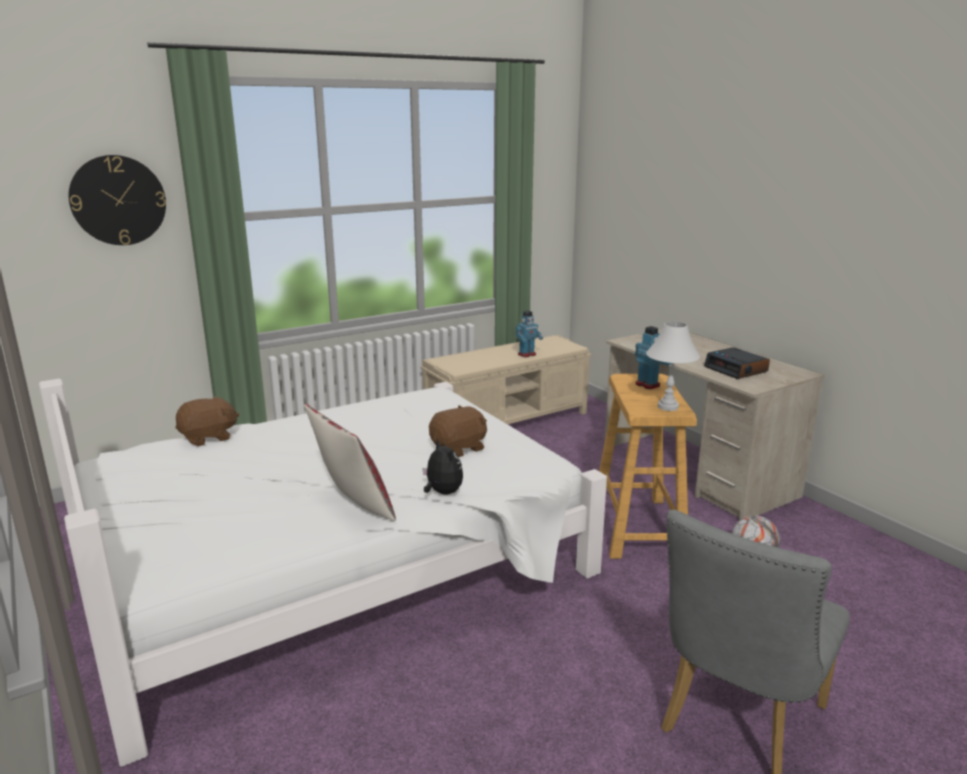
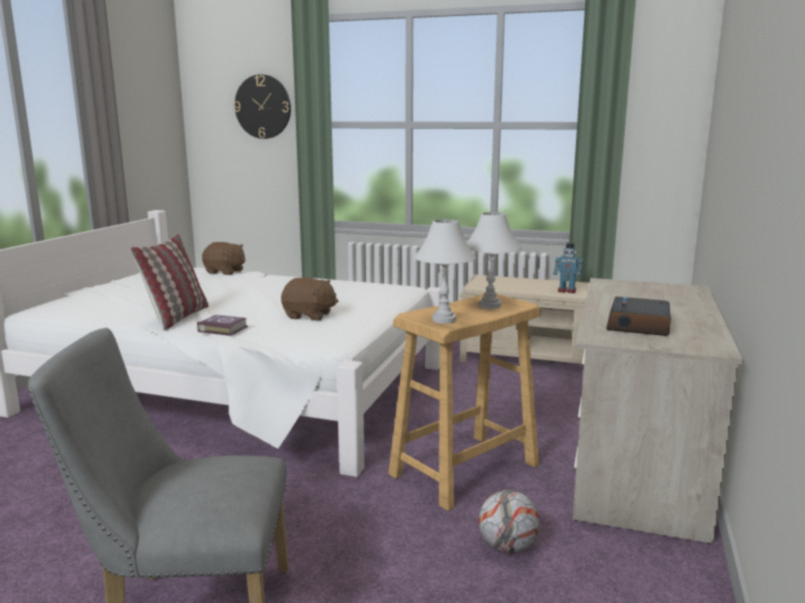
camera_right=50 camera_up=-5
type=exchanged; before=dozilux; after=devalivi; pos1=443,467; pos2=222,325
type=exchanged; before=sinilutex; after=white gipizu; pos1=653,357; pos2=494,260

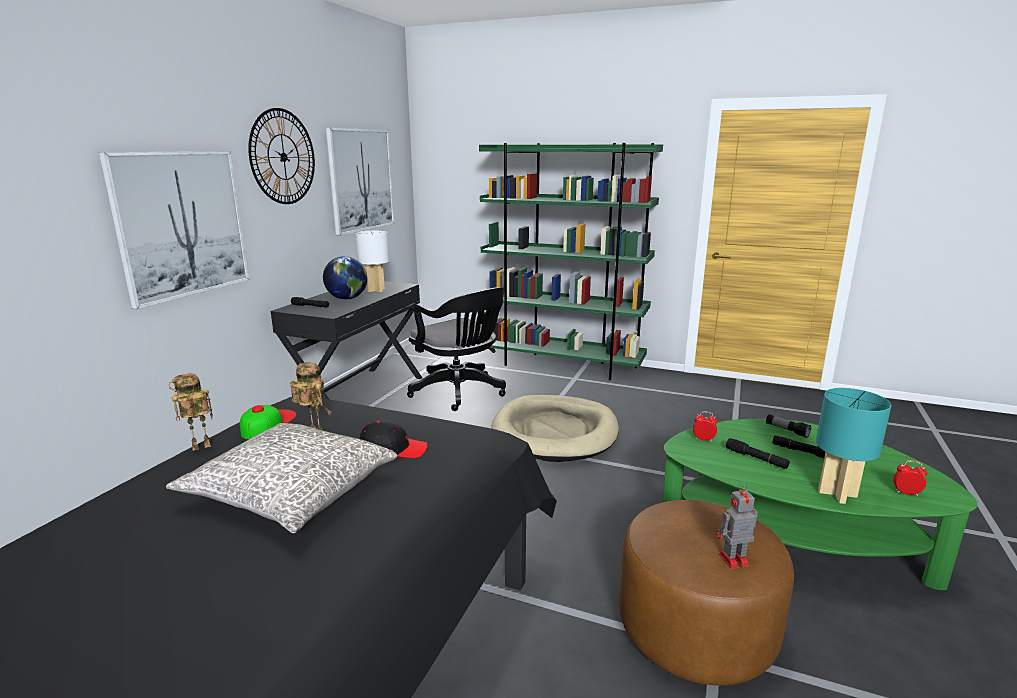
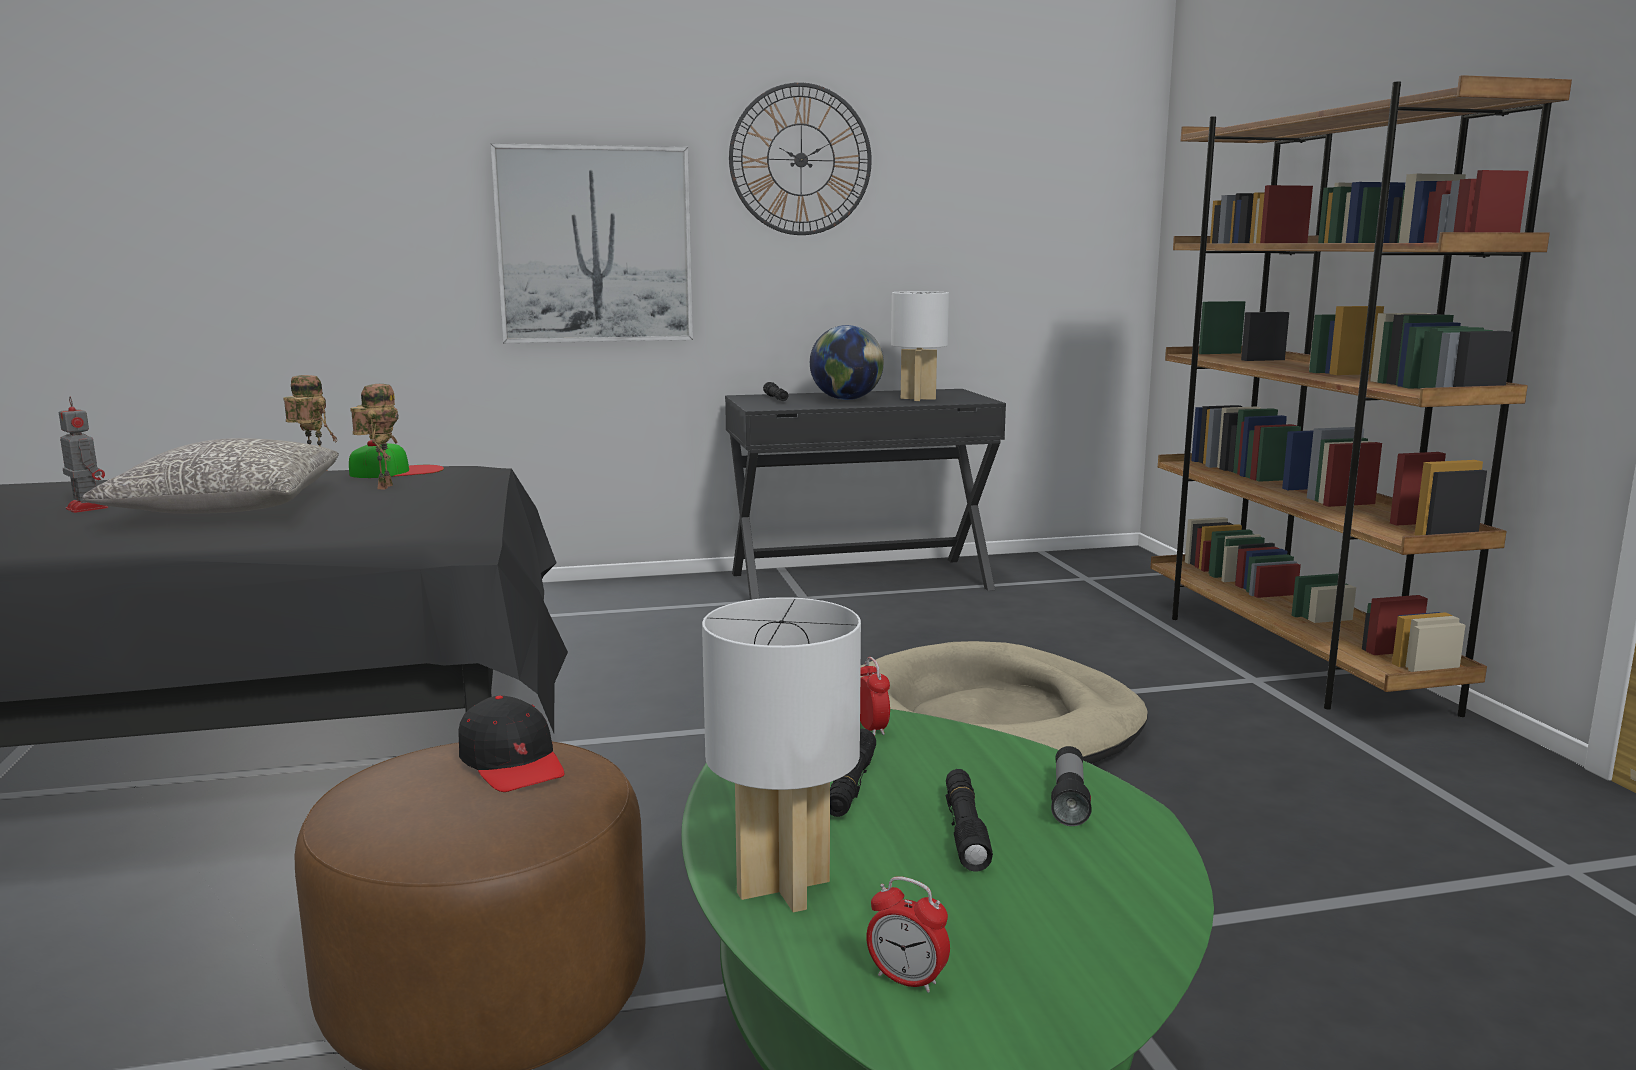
camera_right=55 camera_up=-5
type=missing; before=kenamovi; pos1=360,182
type=missing; before=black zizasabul; pos1=456,349
type=relocated; before=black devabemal; pos1=394,439; pos2=512,744
type=relocated; before=sinilutex; pos1=737,527; pos2=83,455
type=colour; before=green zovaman; after=brown zovaman; pos1=571,261; pos2=1361,396
type=colour; before=turquoise gipizu; after=white gipizu; pos1=853,446; pos2=781,754
type=spun; before=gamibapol; pos1=910,478; pos2=908,934; turn=135

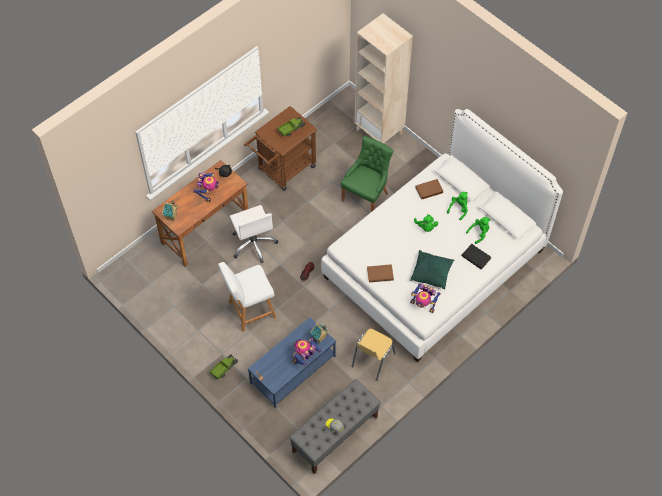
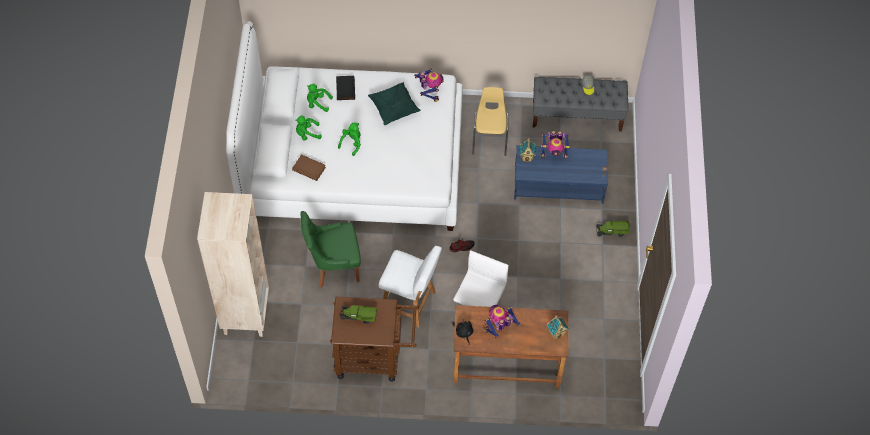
camera_right=-135 camera_up=0
type=missing; before=brown devalivi; pos1=380,273
type=relocated; before=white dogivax; pos1=247,297; pos2=410,287
type=spun; before=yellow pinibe; pos1=374,355; pos2=490,121; turn=-75

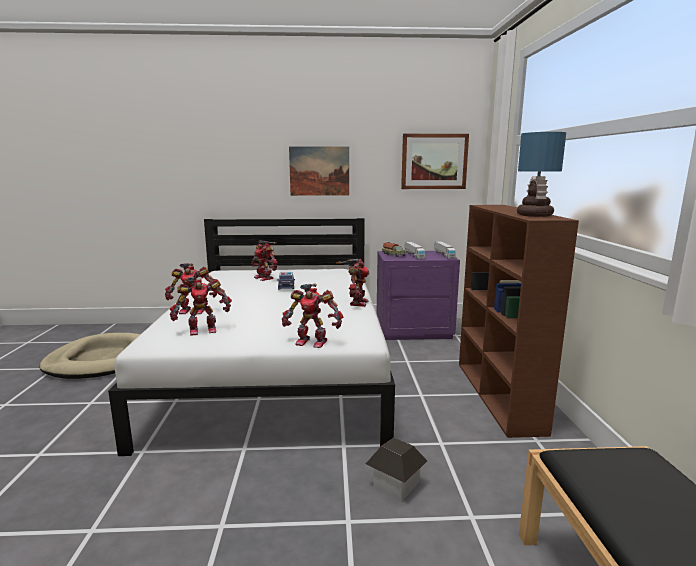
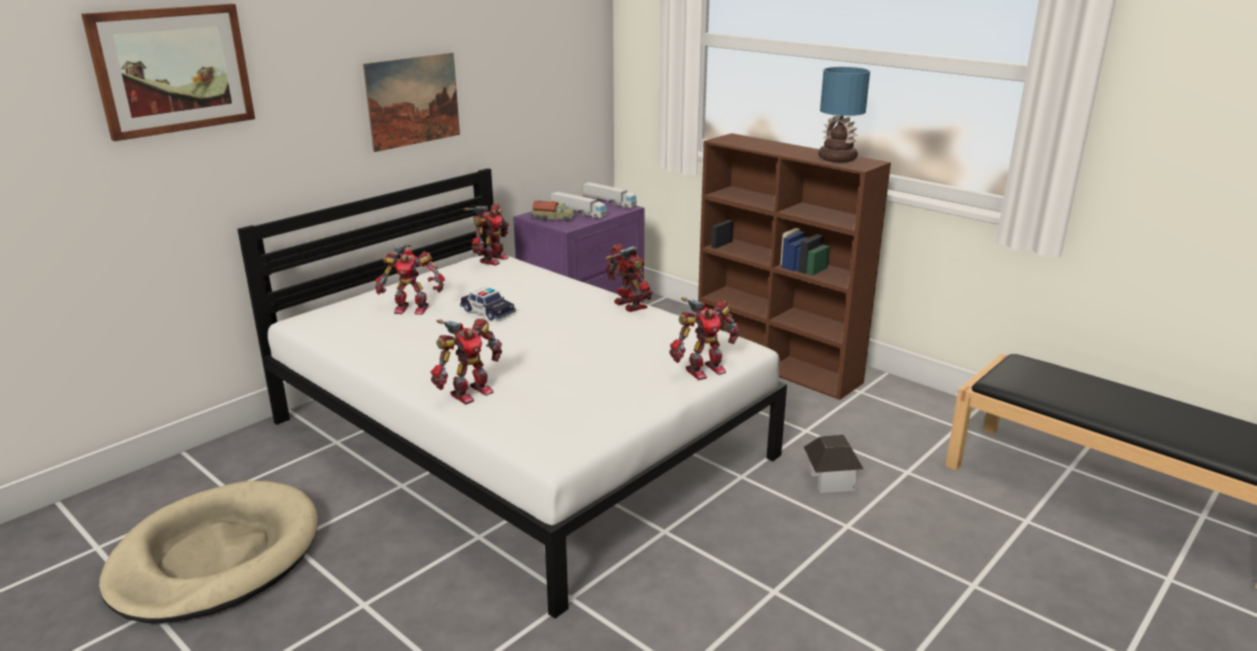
camera_right=-45 camera_up=10
type=relocated; before=sinilutex; pos1=201,306; pos2=486,235
type=relocated; before=kenamovi; pos1=435,161; pos2=168,72

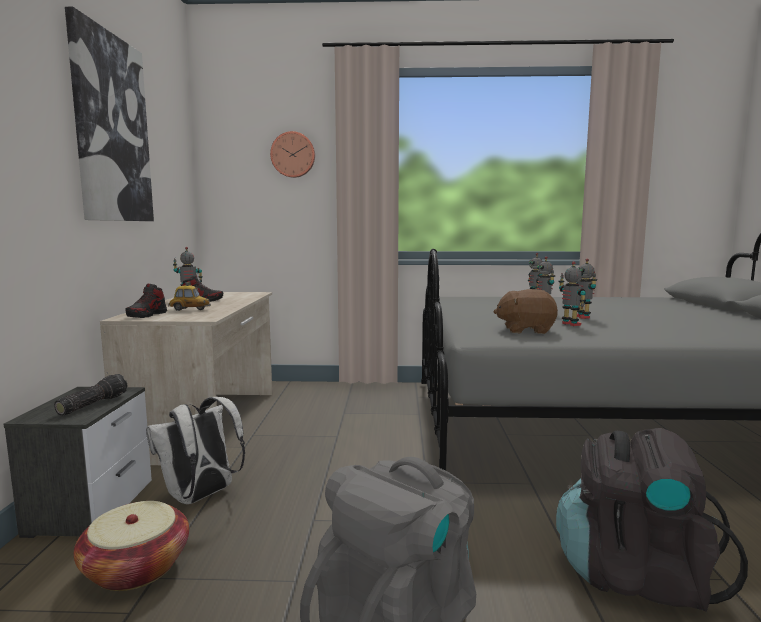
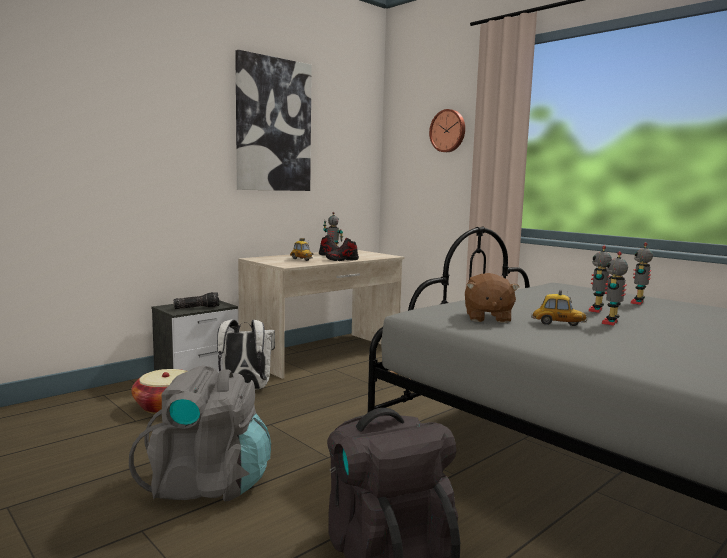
camera_right=45 camera_up=0
type=relocated; before=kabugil; pos1=146,301; pos2=342,249
type=exchanged; before=sinilutex; after=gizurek; pos1=572,293; pos2=559,308
type=spun; before=brown dozilux; pos1=525,311; pos2=492,298; turn=-135

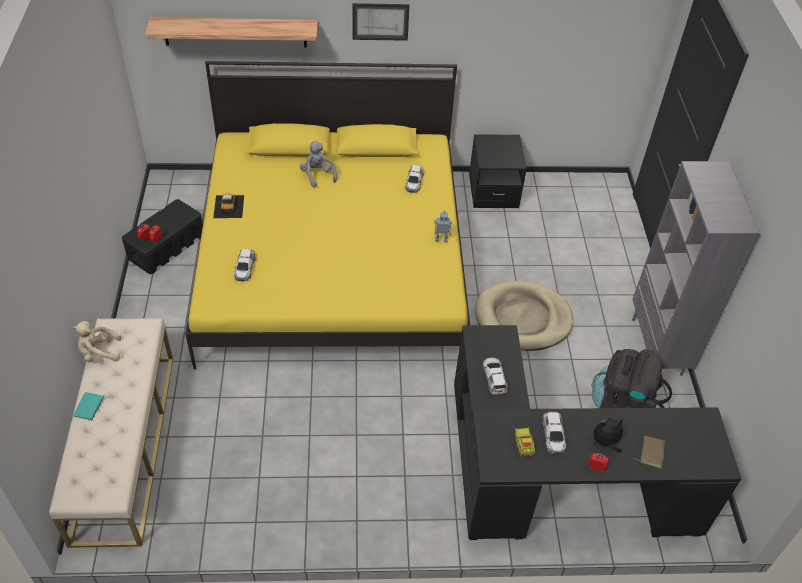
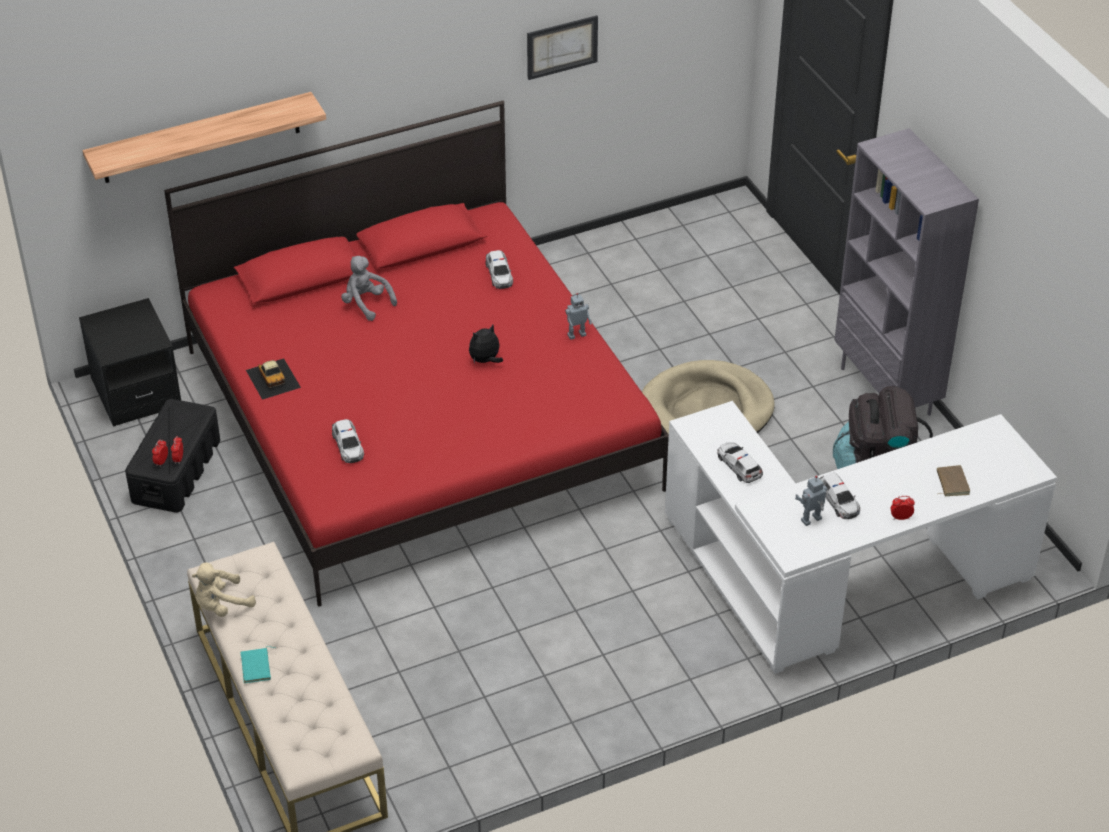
camera_right=-20 camera_up=-5
type=relocated; before=kenamovi; pos1=381,22; pos2=562,47
type=relocated; before=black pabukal; pos1=498,171; pos2=130,362
type=relocated; before=dozilux; pos1=608,435; pos2=486,344
type=exchanged; before=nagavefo; after=sinilutex; pos1=525,442; pos2=811,501
type=colour; before=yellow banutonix; after=red banutonix; pos1=327,215; pos2=416,353
type=colour; before=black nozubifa; after=white nozubifa; pos1=597,432; pos2=861,537

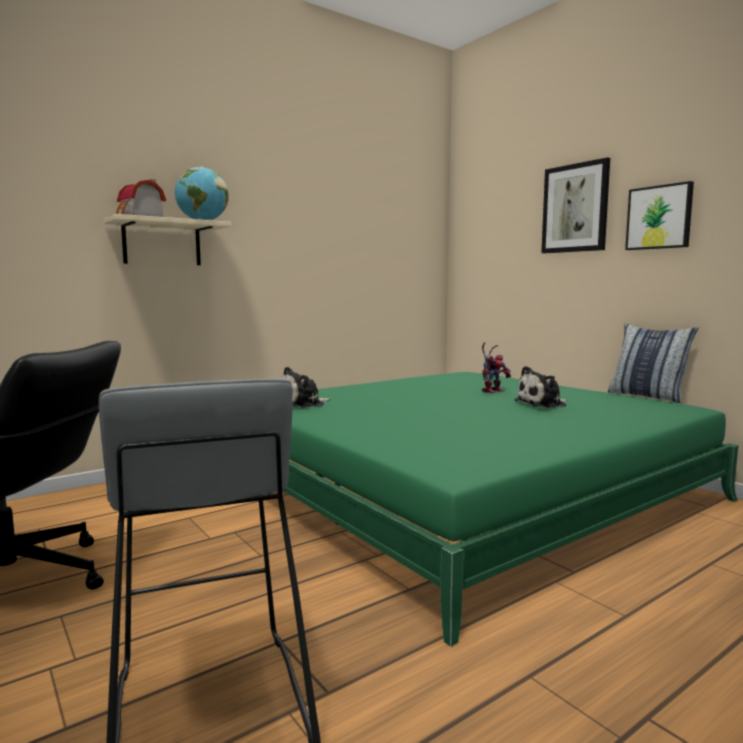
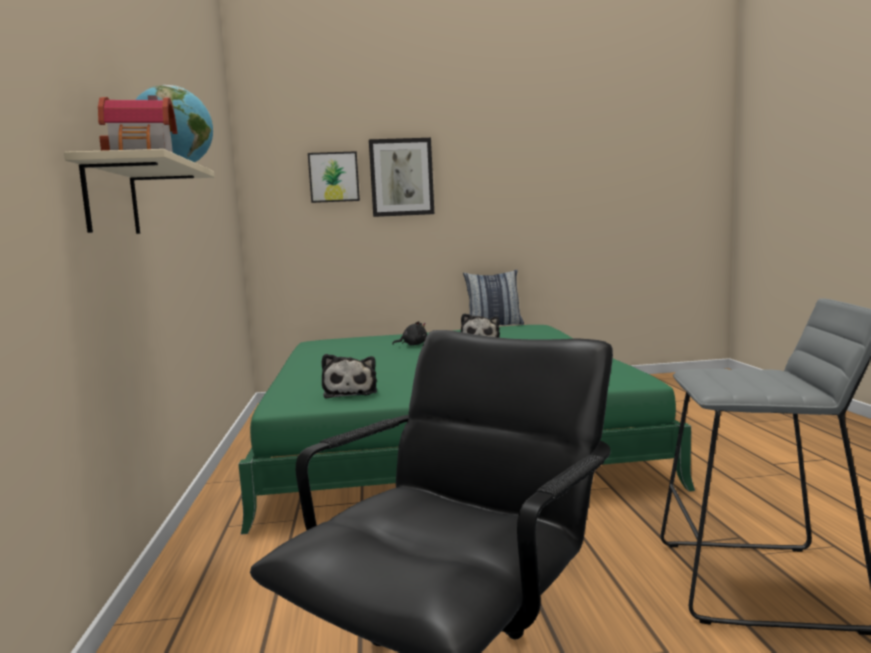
camera_right=-60 camera_up=0
type=relocated; before=kenamovi; pos1=659,215; pos2=334,177
type=exchanged; before=sinilutex; after=black dozilux; pos1=496,367; pos2=409,333

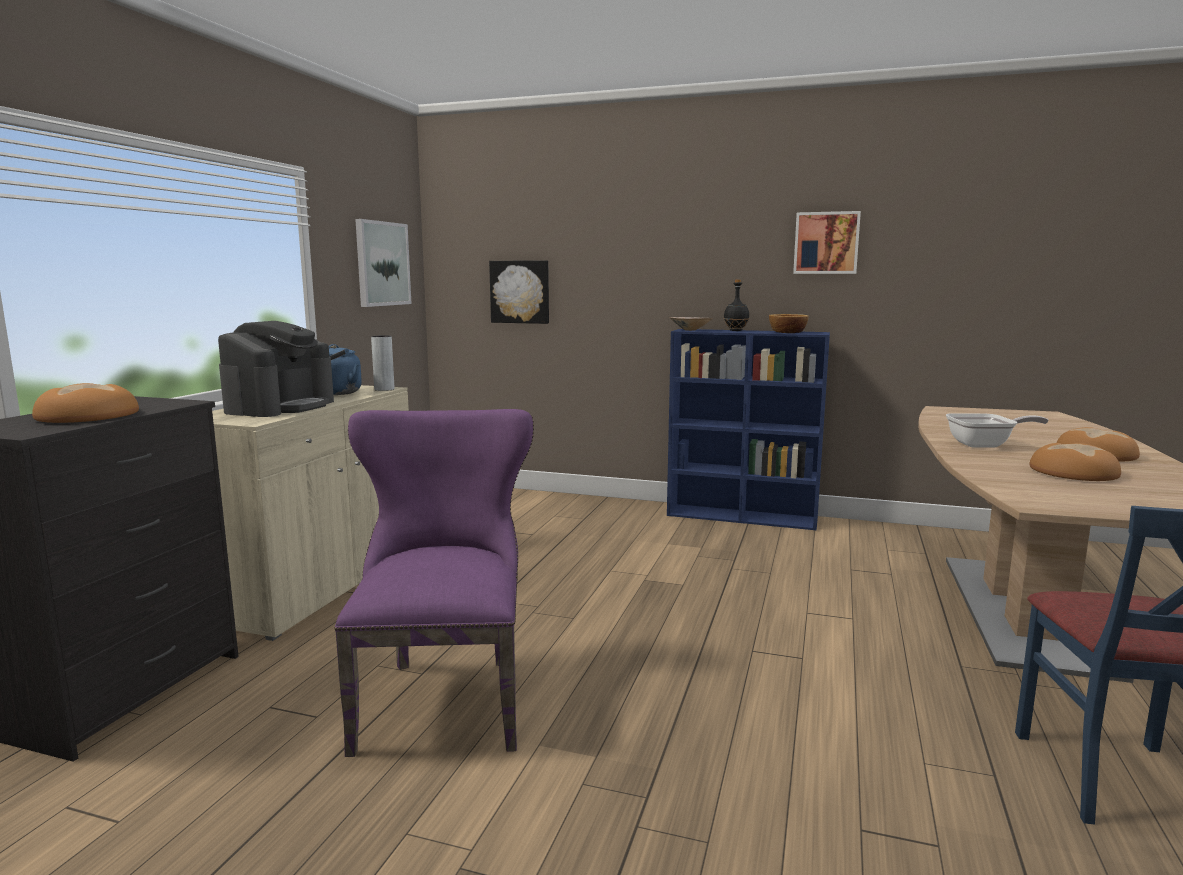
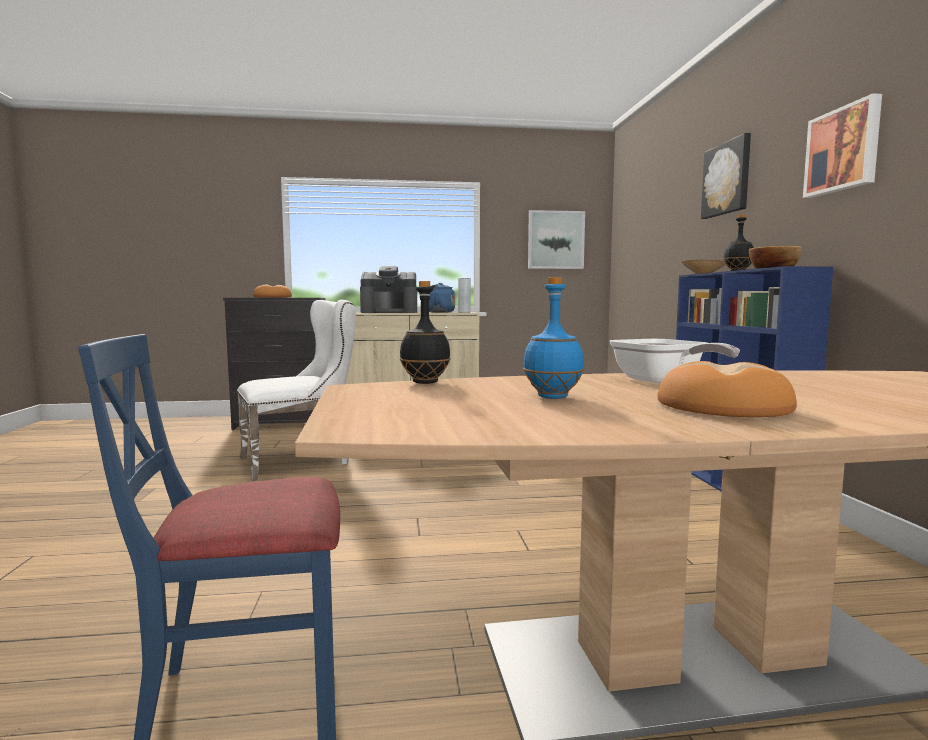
camera_right=65 camera_up=-5
type=appeared; after=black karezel; pos2=425,332
type=relocated; before=kenamovi; pos1=519,292; pos2=726,176
type=exchanged; before=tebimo; after=blue karezel; pos1=1075,462; pos2=553,338
type=colour; before=purple pinibe; after=white pinibe; pos1=434,583; pos2=296,390

